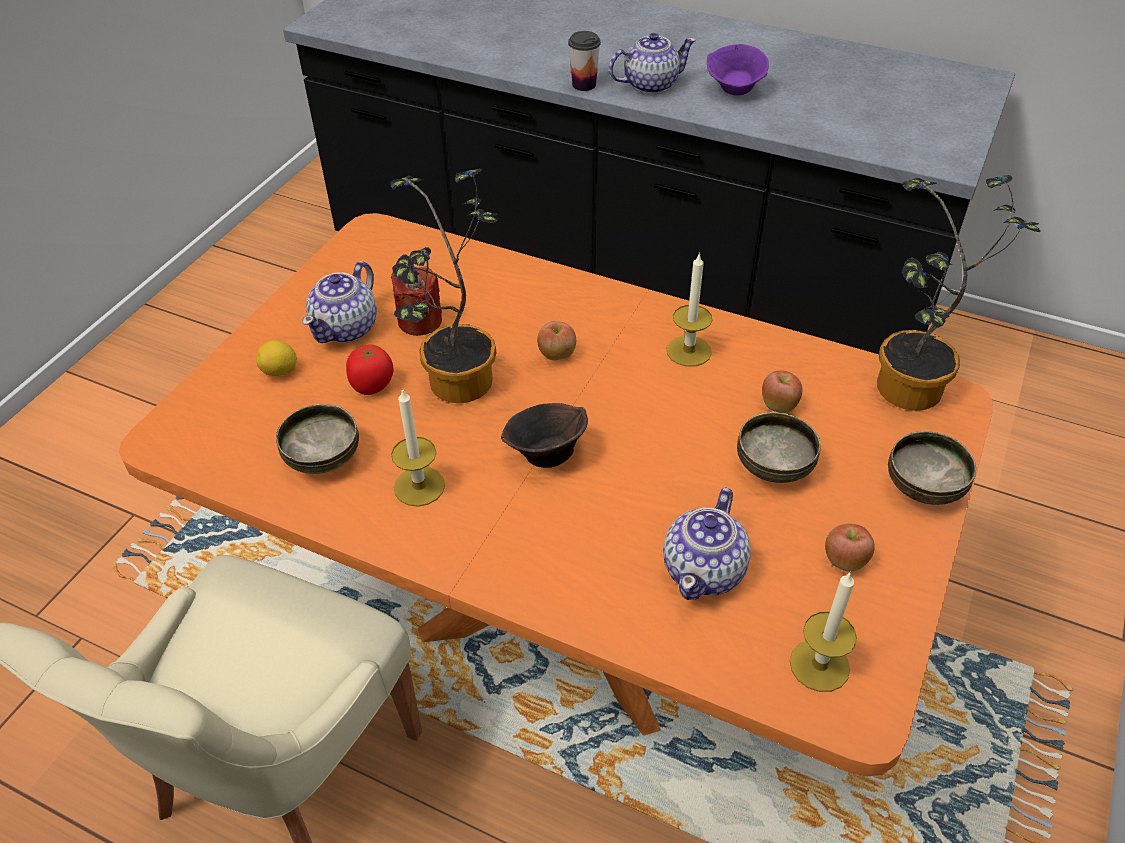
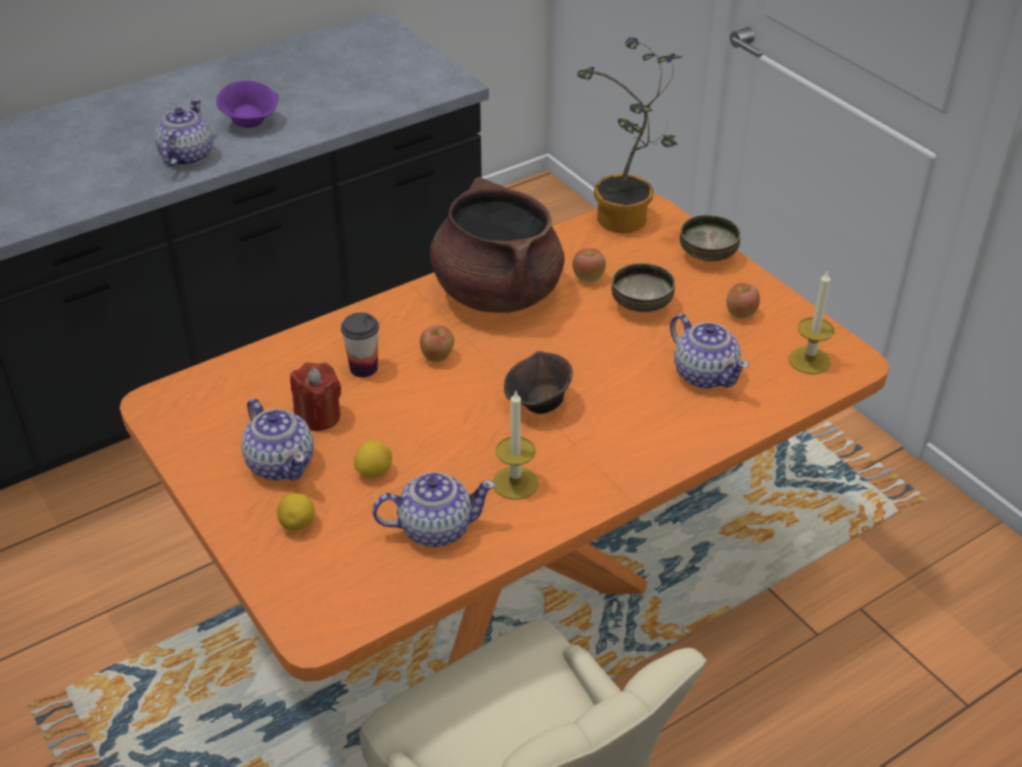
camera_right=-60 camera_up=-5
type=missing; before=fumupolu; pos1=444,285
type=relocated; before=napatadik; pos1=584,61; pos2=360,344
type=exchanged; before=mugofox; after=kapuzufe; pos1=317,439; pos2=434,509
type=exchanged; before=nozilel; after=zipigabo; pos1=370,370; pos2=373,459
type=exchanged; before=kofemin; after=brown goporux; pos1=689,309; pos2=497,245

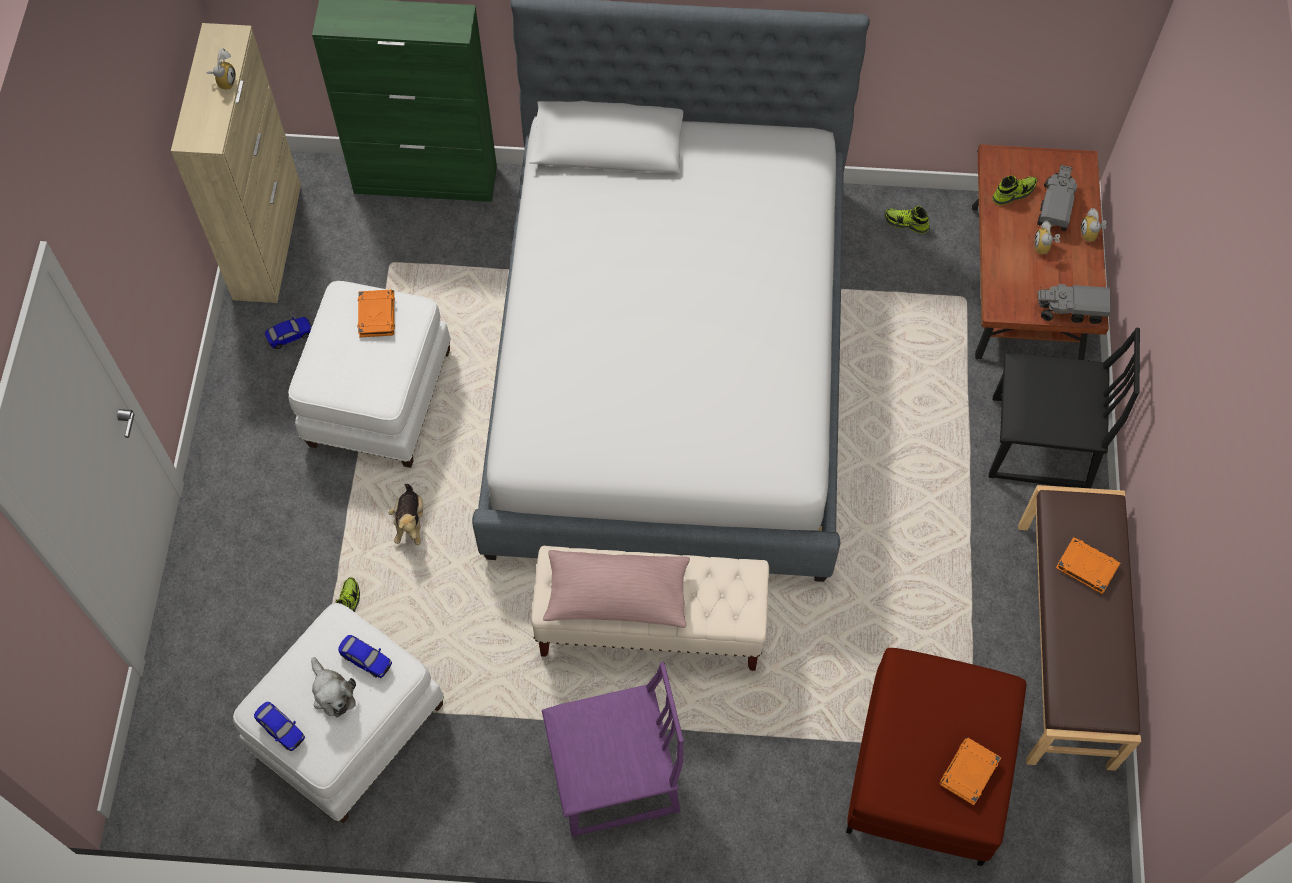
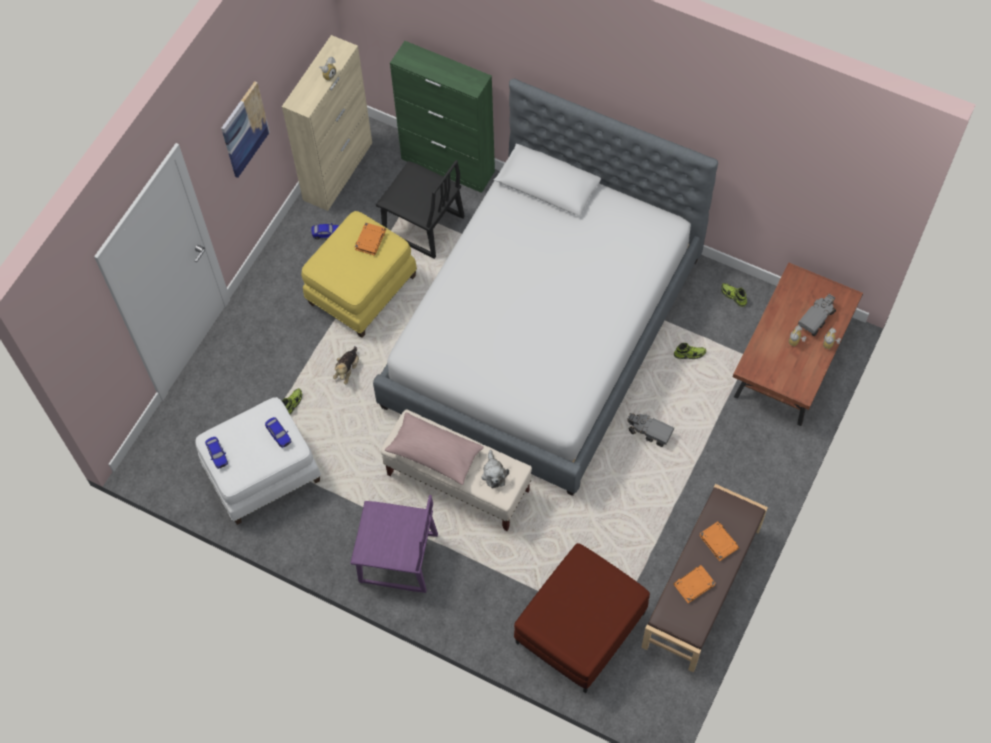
camera_right=25 camera_up=0
type=appeared; after=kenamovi; pos2=245,129
type=relocated; before=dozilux; pos1=333,687; pos2=495,469
type=relocated; before=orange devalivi; pos1=970,771; pos2=694,584
type=relocated; before=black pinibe; pos1=1064,408; pos2=420,209
type=relocated; before=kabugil; pos1=1014,190; pos2=690,351
type=relocated; before=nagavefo; pos1=1074,304; pos2=650,429
type=colour; before=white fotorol; after=yellow fotorol; pos1=369,374; pos2=359,274

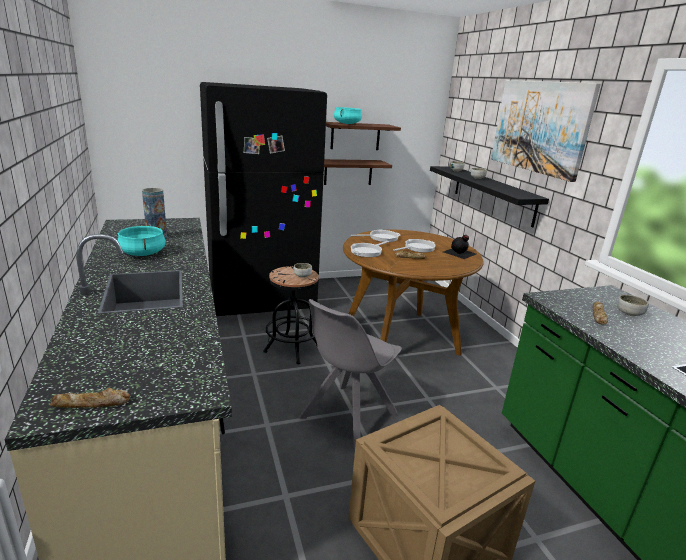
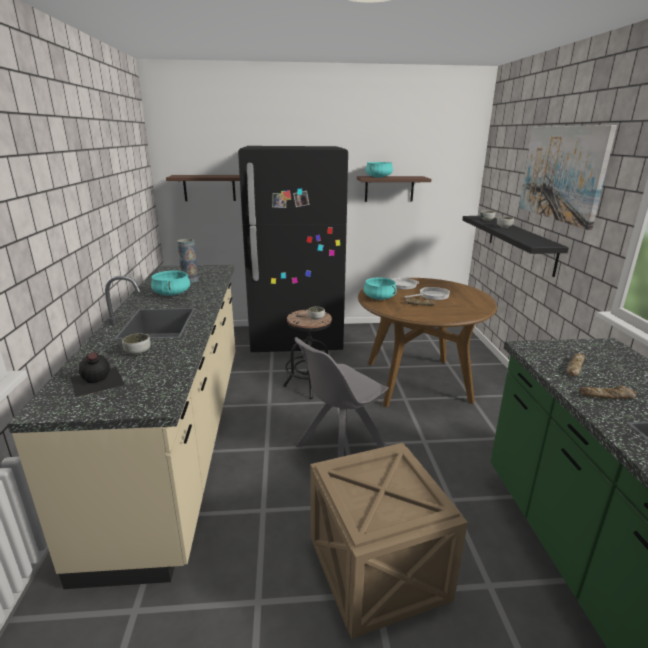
camera_right=15 camera_up=0
type=relocated; before=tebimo; pos1=90,397; pos2=608,392
type=relocated; before=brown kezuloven; pos1=358,172; pos2=203,188
type=relocated; before=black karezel; pos1=459,247; pos2=98,374
type=relocated; before=mugofox; pos1=633,305; pos2=136,344
type=exchanged; before=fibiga; after=turquoise goporux; pos1=370,249; pos2=380,289

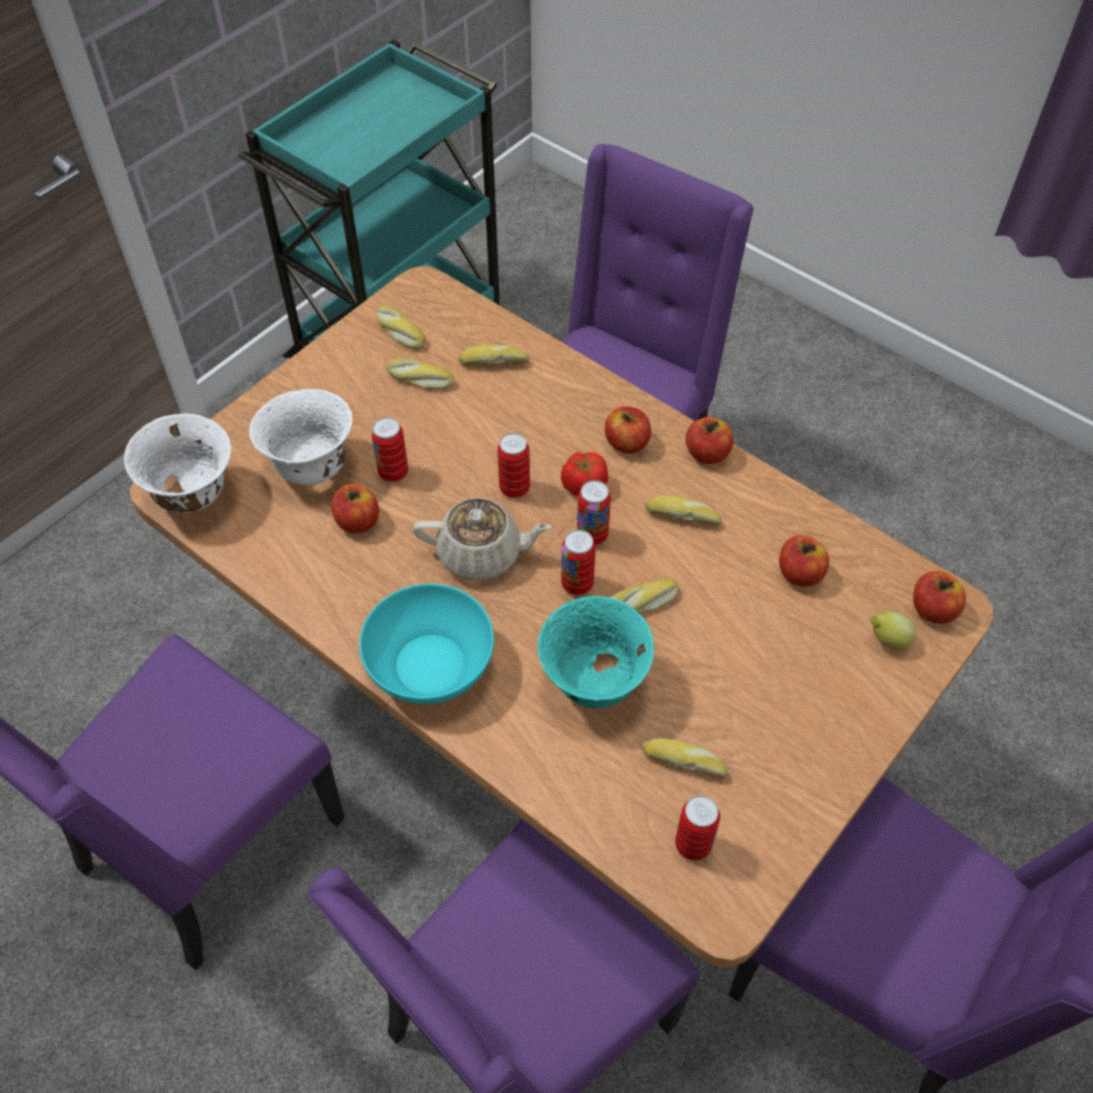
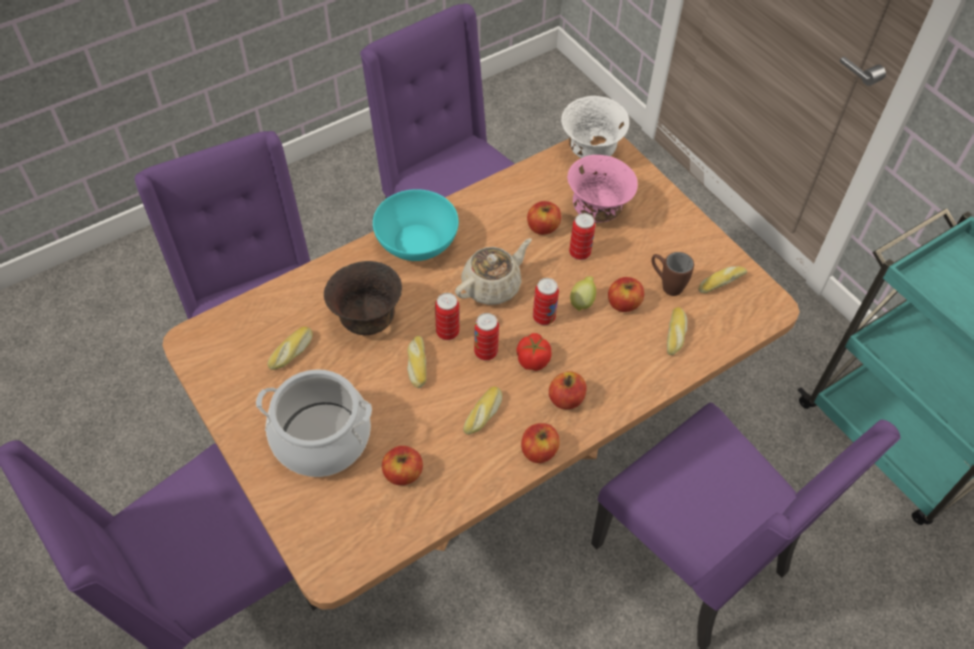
camera_right=105 camera_up=0
type=missing; before=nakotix; pos1=697,828
type=appeared; after=goporux; pos2=314,423
type=relocated; before=zipigabo; pos1=893,630; pos2=583,293
type=relocated; before=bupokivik; pos1=939,597; pos2=626,294
type=exchanged; before=tebimo; after=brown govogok; pos1=420,374; pos2=672,274
type=colour; before=white mugofox; after=pink mugofox; pos1=300,437; pos2=602,189
type=colour; before=turquoise mugofox; after=brown mugofox; pos1=596,652; pos2=363,298
type=spun; before=beige kapuzufe; pos1=482,539; pos2=493,271; turn=-150

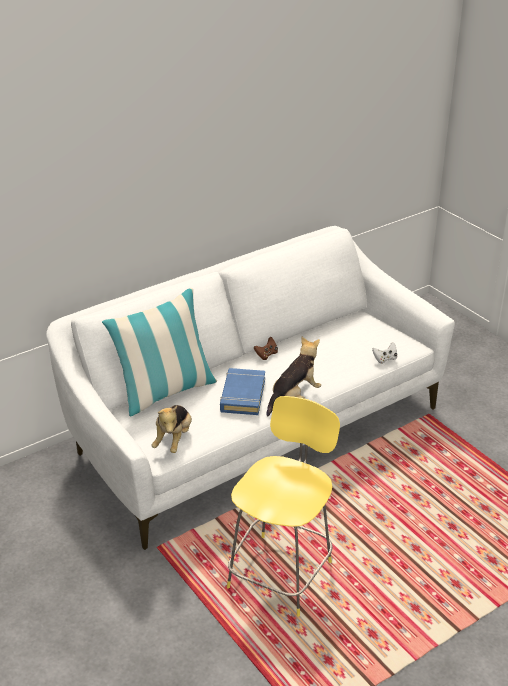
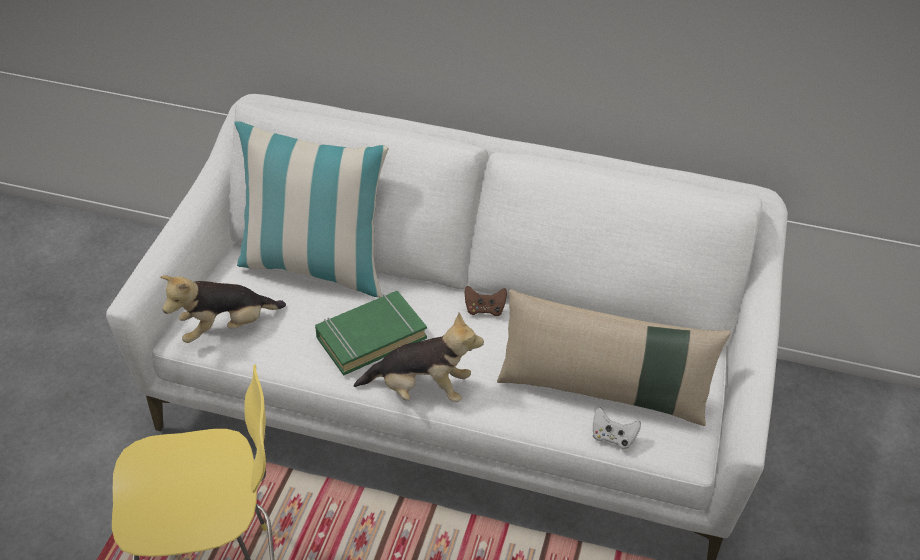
camera_right=50 camera_up=10
type=appeared; after=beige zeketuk; pos2=614,357
type=colour; before=blue devalivi; after=green devalivi; pos1=242,391; pos2=371,333

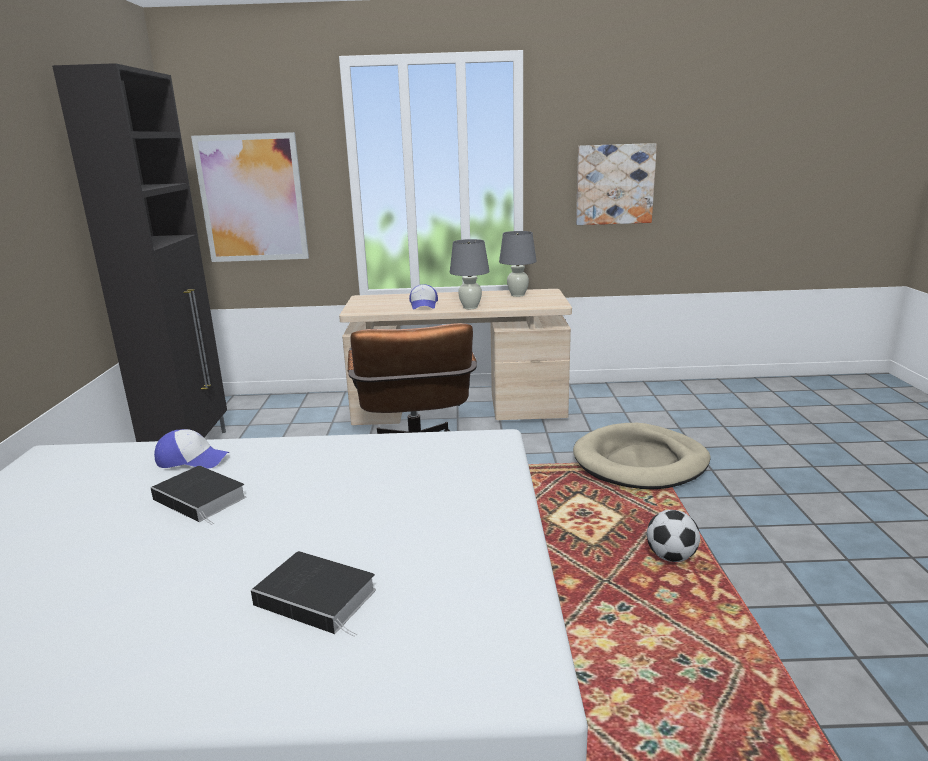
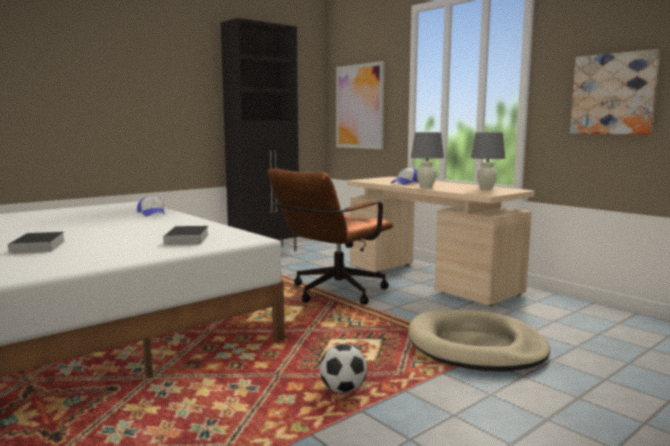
camera_right=50 camera_up=-10
type=relocated; before=devalivi; pos1=198,495; pos2=186,236

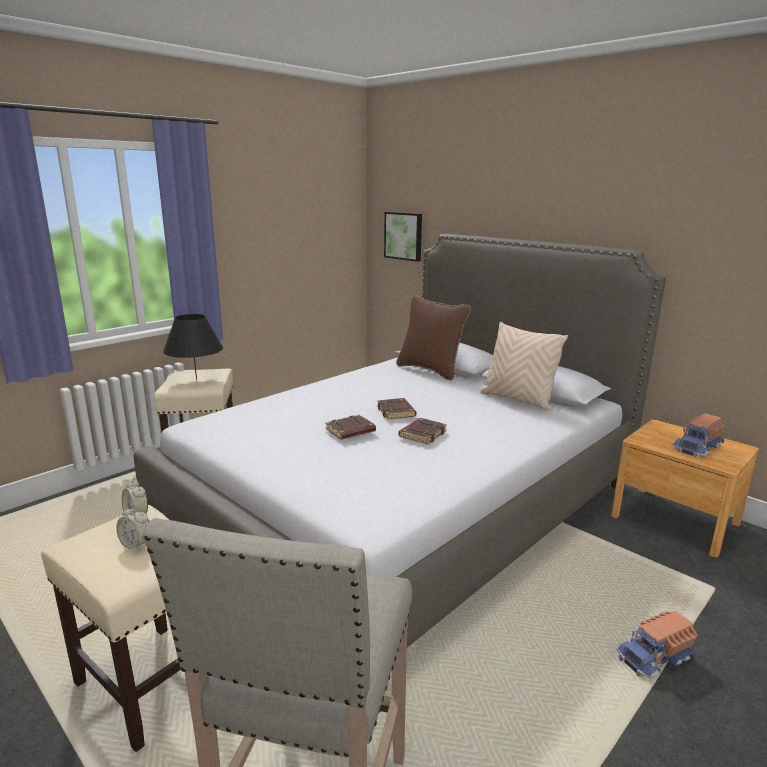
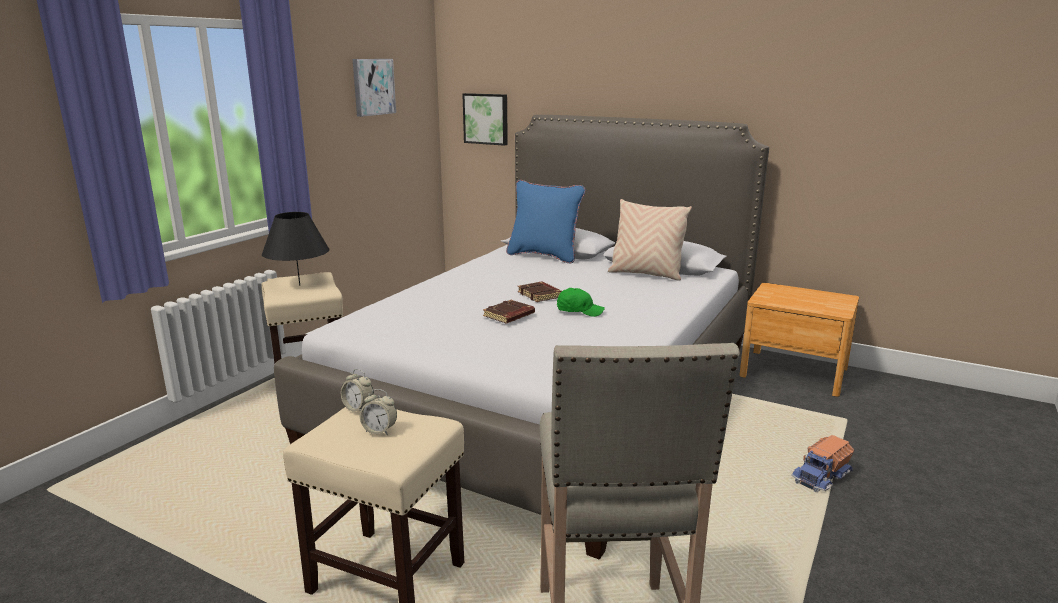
camera_right=-15 camera_up=0
type=missing; before=nagavefo; pos1=699,435
type=appeared; after=kenamovi; pos2=374,88
type=exchanged; before=brown devalivi; after=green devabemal; pos1=423,431; pos2=581,302
type=colour; before=brown zeketuk; after=blue zeketuk; pos1=433,338; pos2=545,222

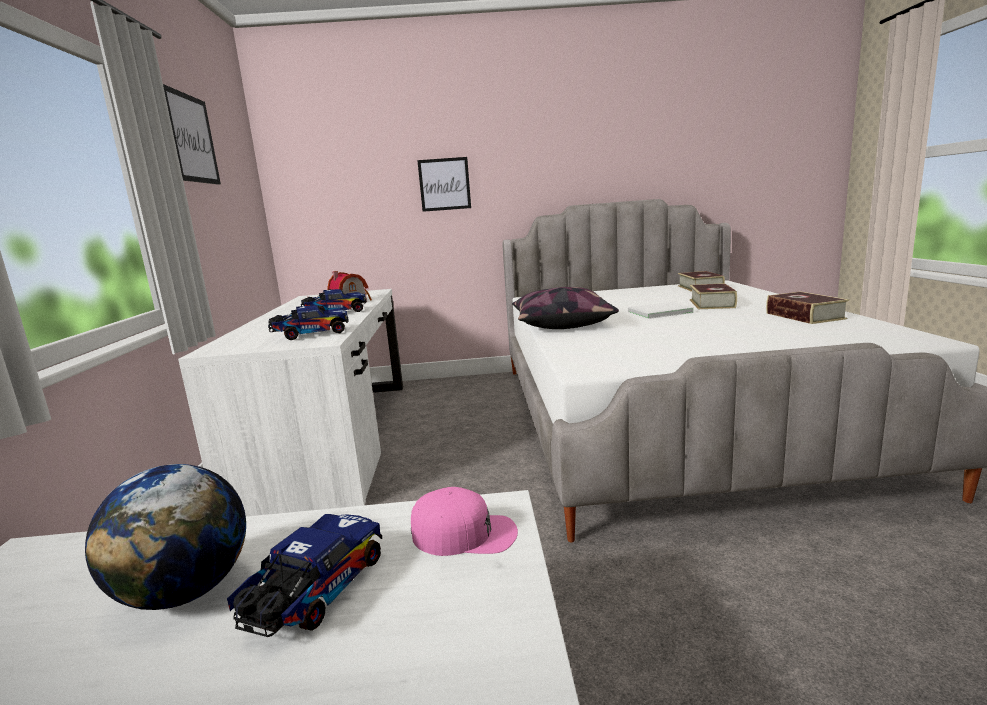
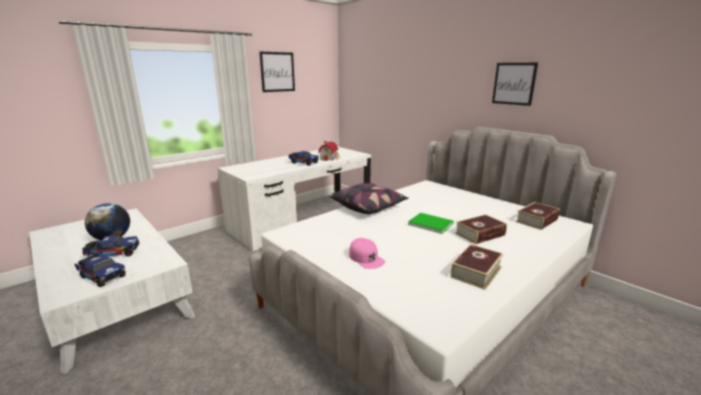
camera_right=50 camera_up=5
type=relocated; before=nagavefo; pos1=308,322; pos2=100,270
type=relocated; before=pink devabemal; pos1=464,521; pos2=367,253
type=relocated; before=kenamovi; pos1=444,184; pos2=515,84
type=colour; before=white devalivi; after=green devalivi; pos1=661,310; pos2=431,223

